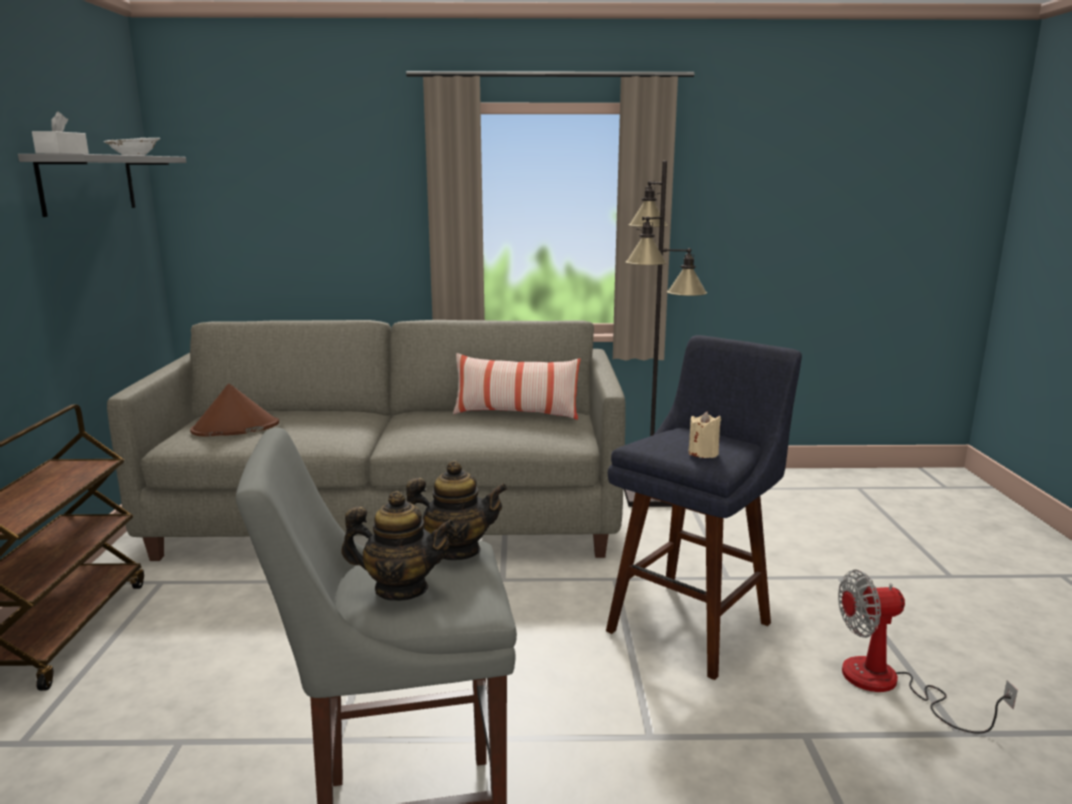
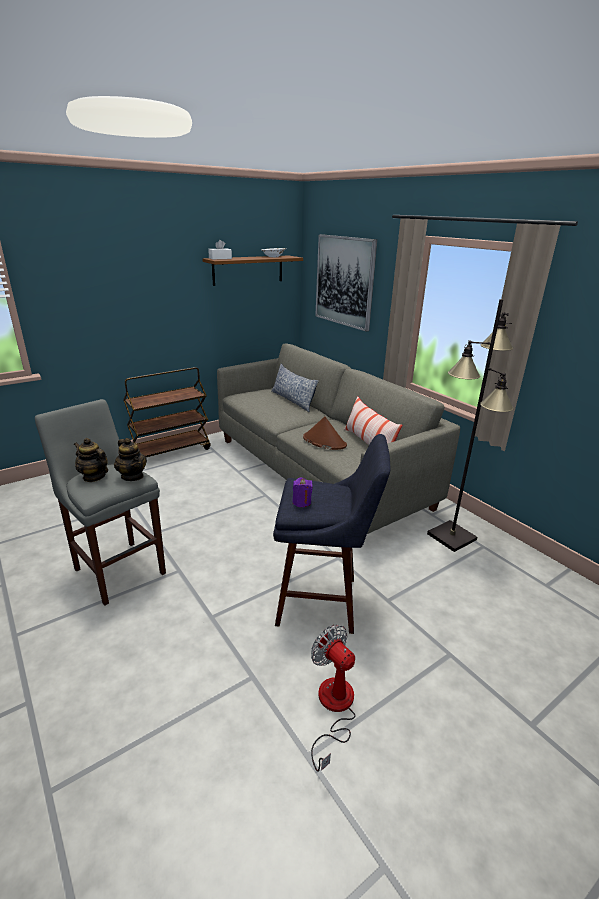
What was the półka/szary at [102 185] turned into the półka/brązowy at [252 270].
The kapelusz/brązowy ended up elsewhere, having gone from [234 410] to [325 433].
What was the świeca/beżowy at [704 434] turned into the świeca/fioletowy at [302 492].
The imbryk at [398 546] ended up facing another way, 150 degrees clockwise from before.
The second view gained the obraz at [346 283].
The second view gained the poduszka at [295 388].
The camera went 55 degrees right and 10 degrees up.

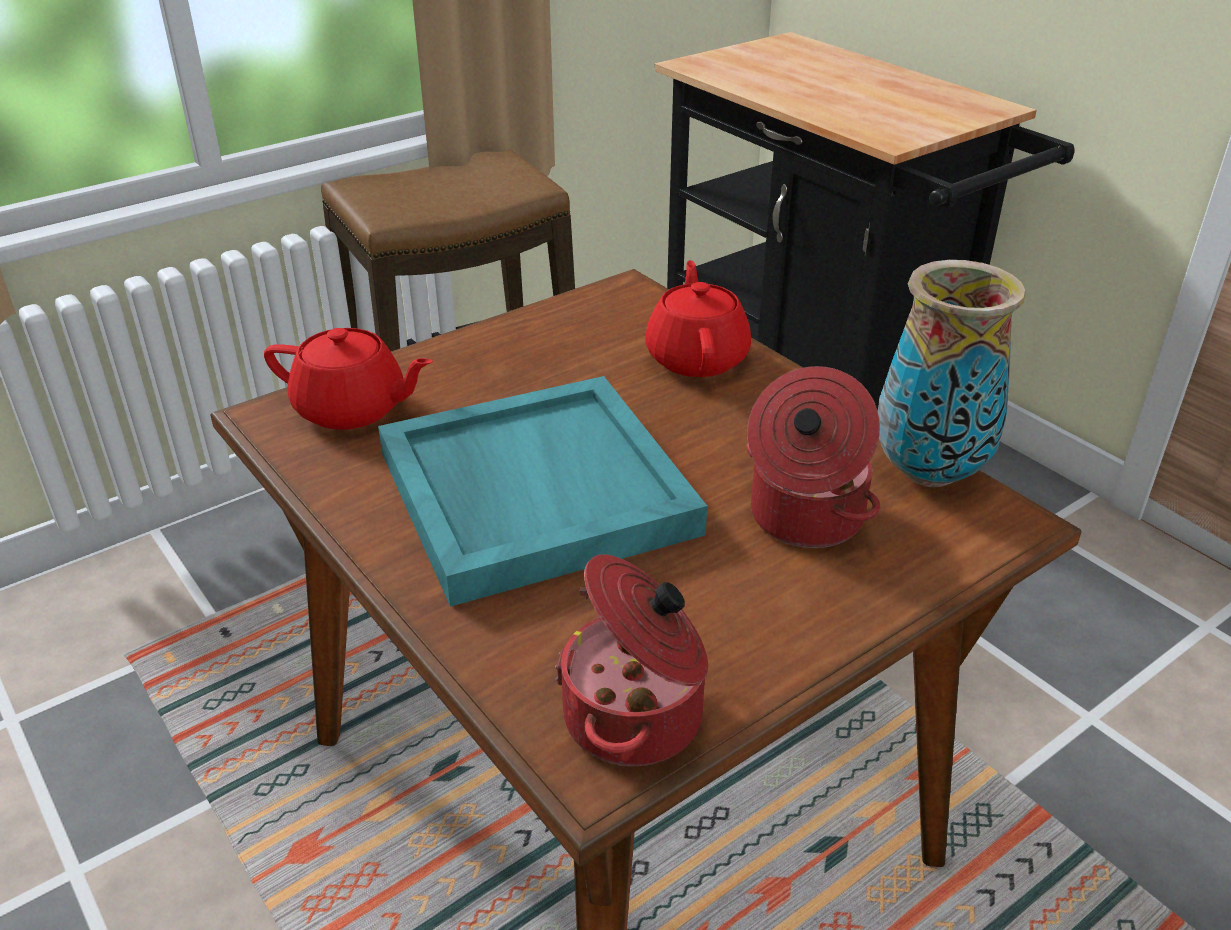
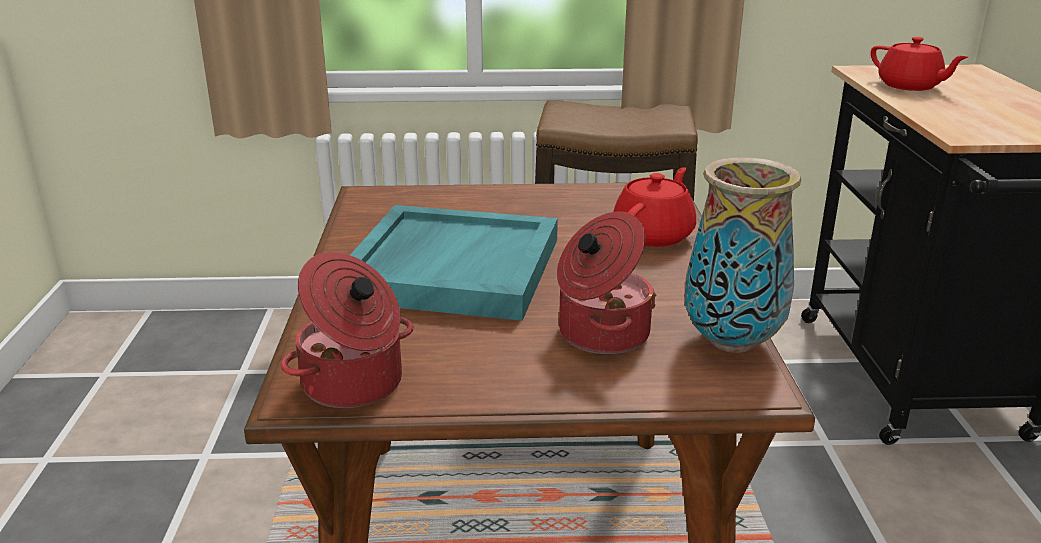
The imbryk/czerwony ended up elsewhere, having gone from [348 379] to [919 64].
The camera went 35 degrees right and 10 degrees down.

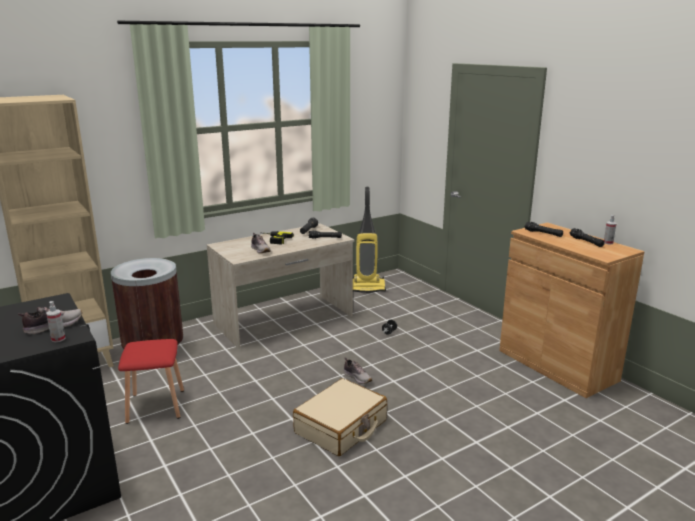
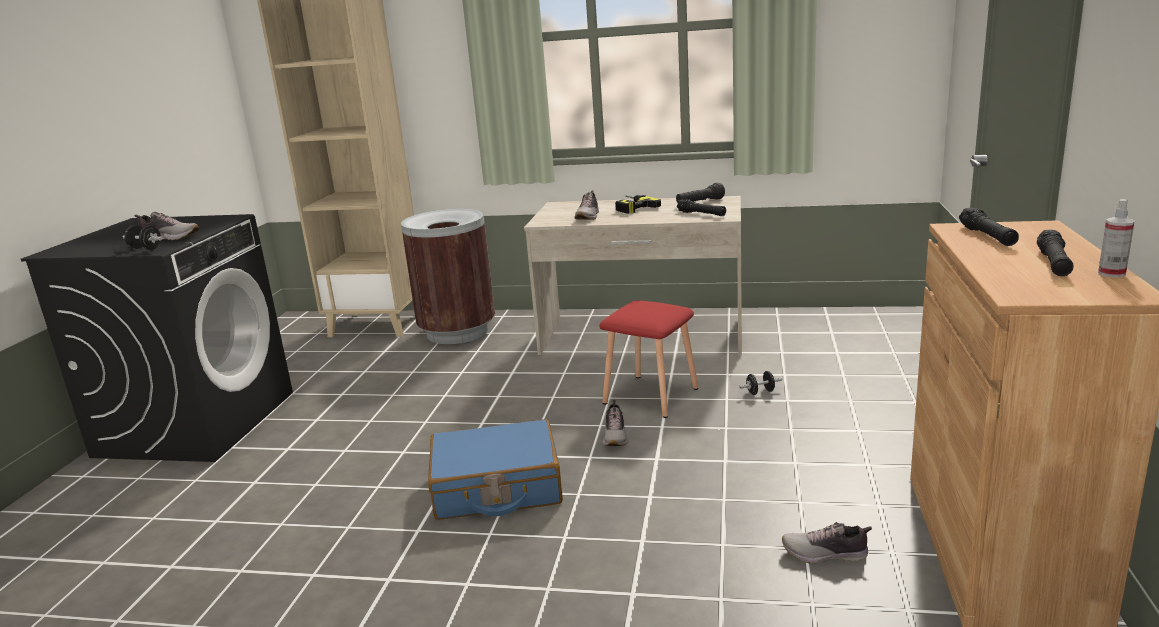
The second view lost the odkurzacz at [369 240].
Where the spryskiwacz stood at [55 321], the hantel/czarny came to stand at [143 237].
The stołek/czerwony ended up elsewhere, having gone from [151 381] to [648 359].
What was the walizka/beżowy at [340 417] turned into the walizka/niebieski at [495 469].
The second view gained the but at [827 542].
The camera went 45 degrees right and 0 degrees up.

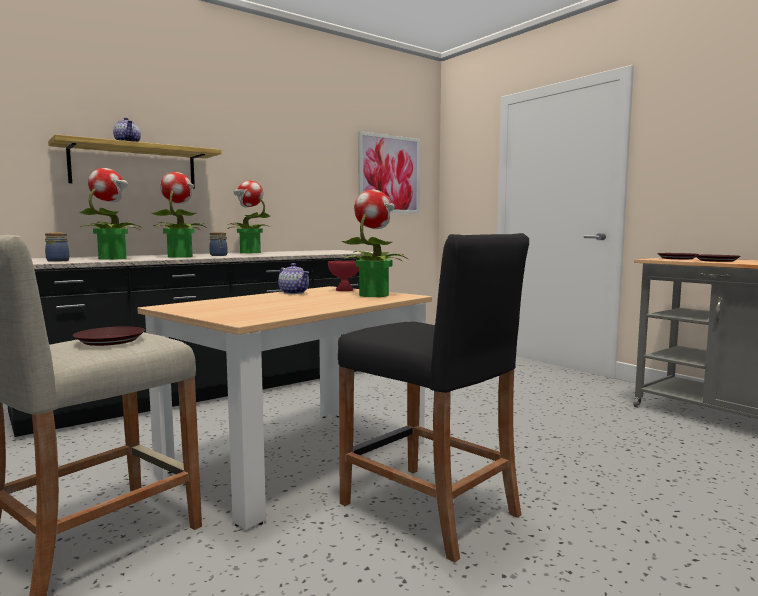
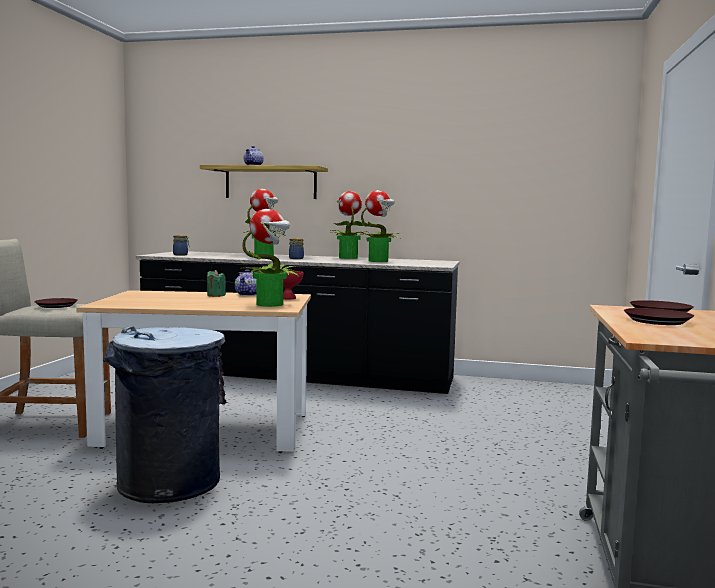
The second view lost the obraz at [389 172].
The roślina doniczkowa ended up elsewhere, having gone from [111 214] to [380 226].
Where the stołek/czarny stood at [433 397], the kosz na śmieci/szary came to stand at [164 414].
The second view gained the świeca/zielony at [216 283].
The camera went 50 degrees right and 0 degrees up.

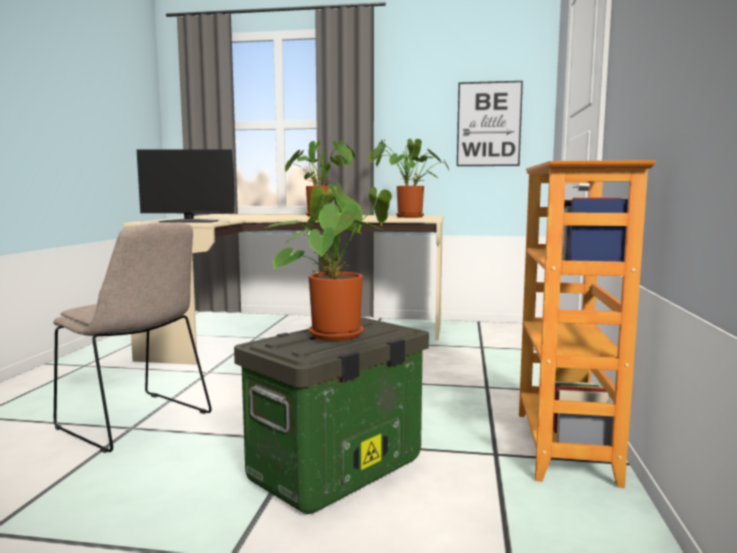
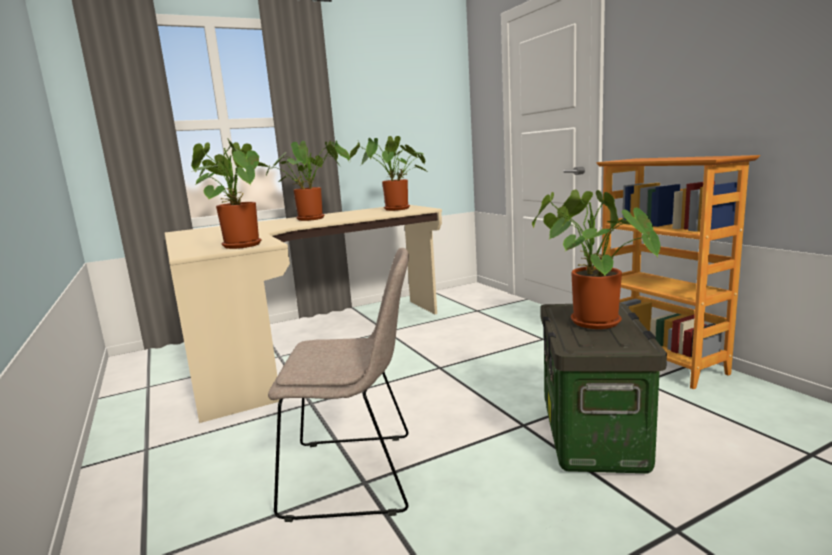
The second view lost the obraz at [490 123].
Where the monitor stood at [185 185], the roślina doniczkowa came to stand at [230 194].
The camera went 35 degrees left and 5 degrees up.

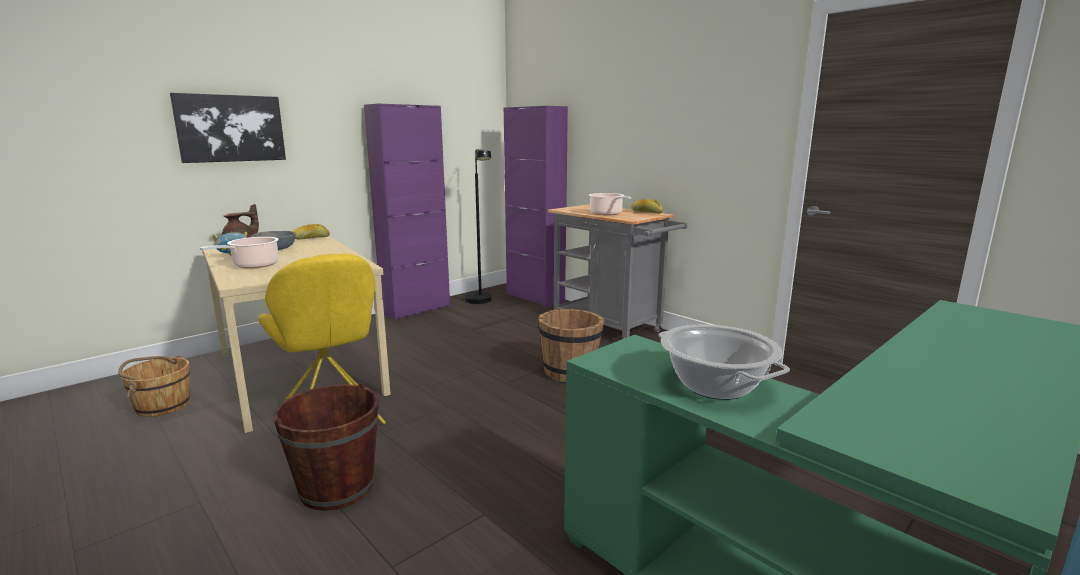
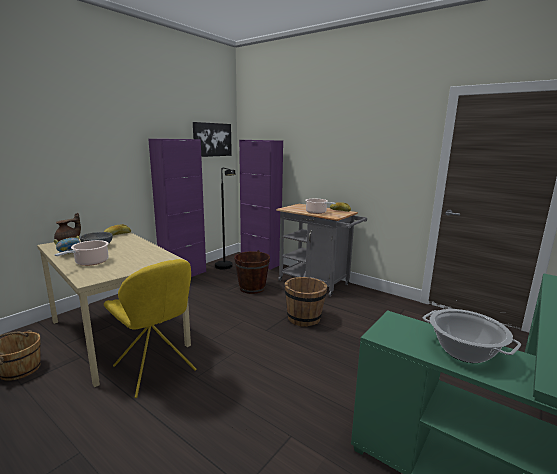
The obraz ended up elsewhere, having gone from [228 128] to [212 139].
The wiadro/brązowy ended up elsewhere, having gone from [326 447] to [252 272].
The camera went 10 degrees left and 0 degrees up.

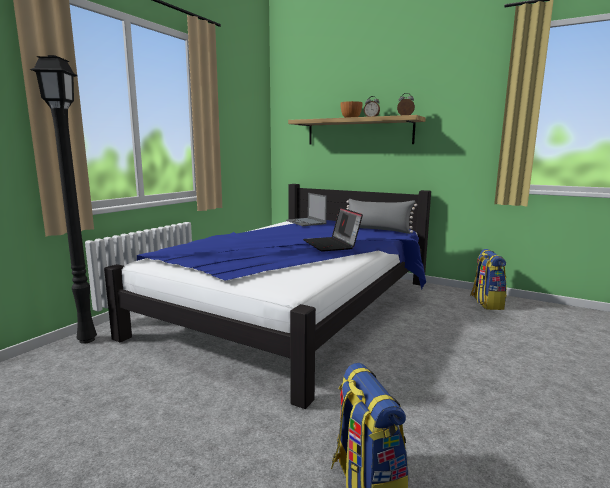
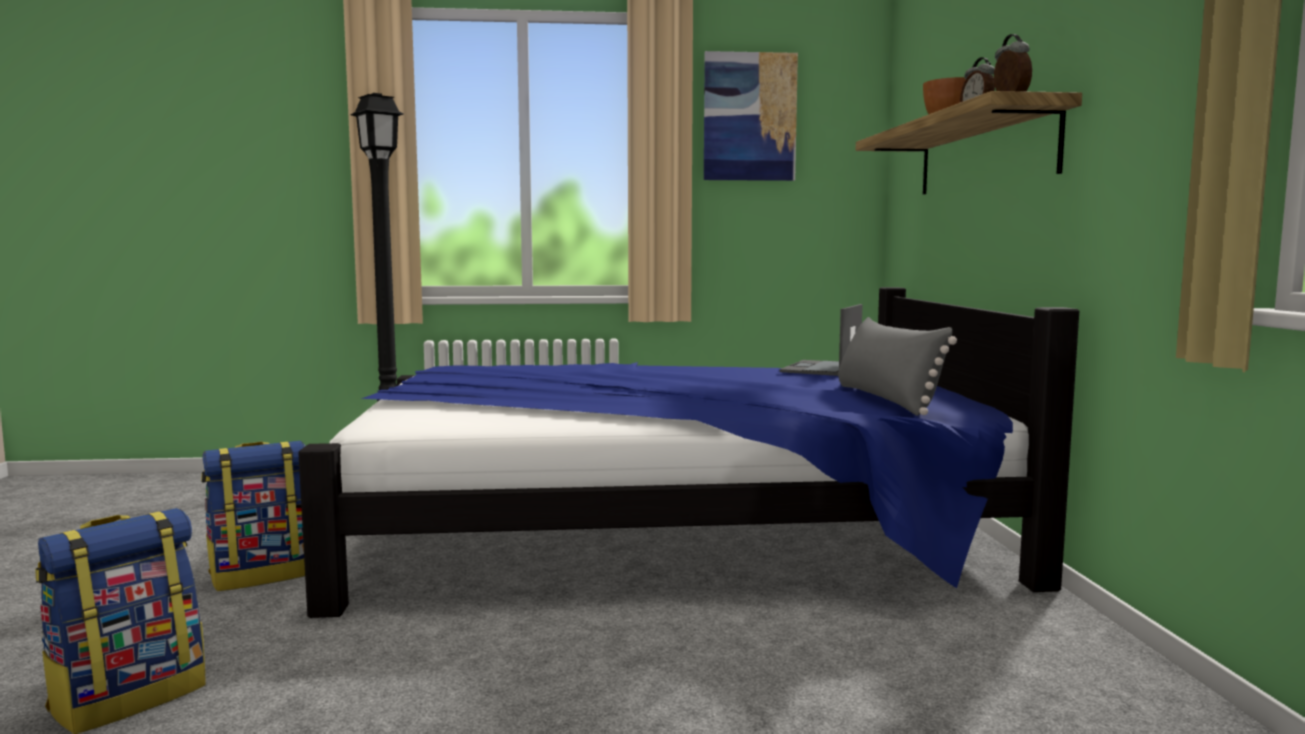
The second view lost the laptop at [333 229].
The plecak ended up elsewhere, having gone from [488 279] to [253 516].
The second view gained the obraz at [751 116].
The camera went 55 degrees right and 5 degrees down.

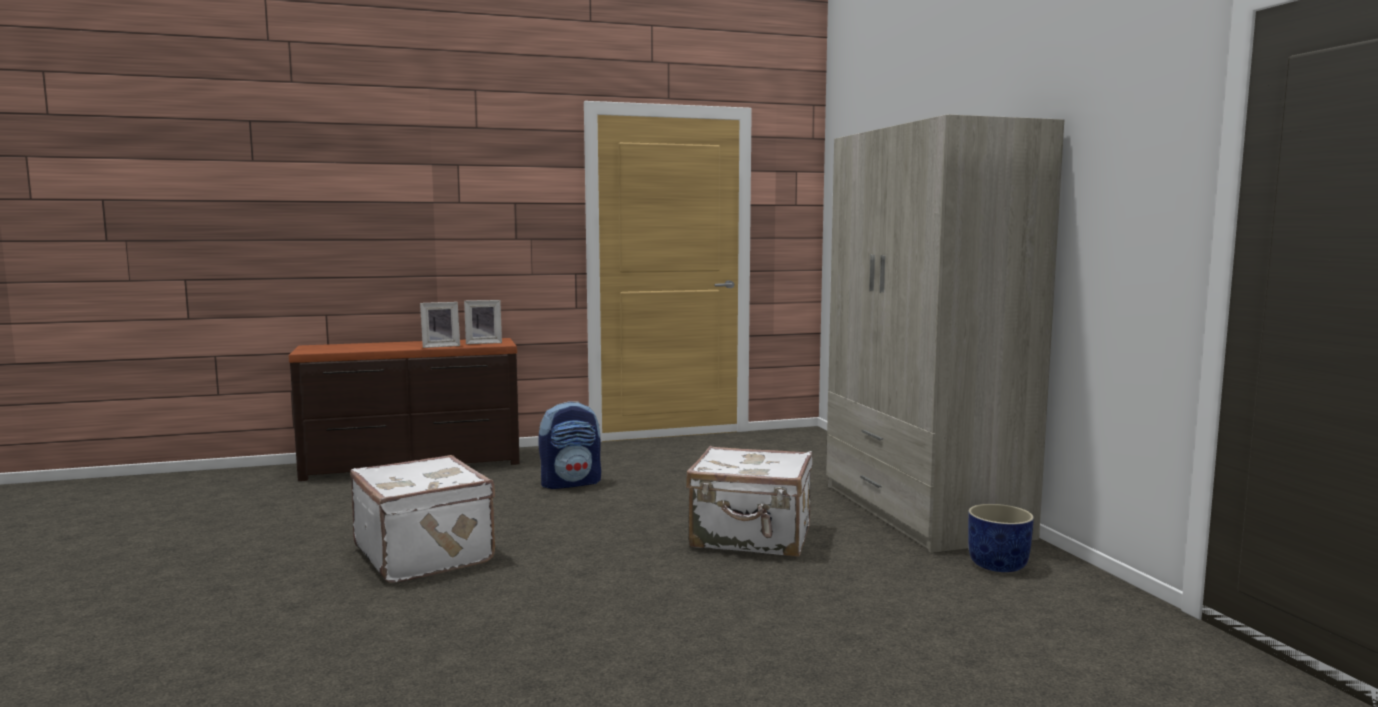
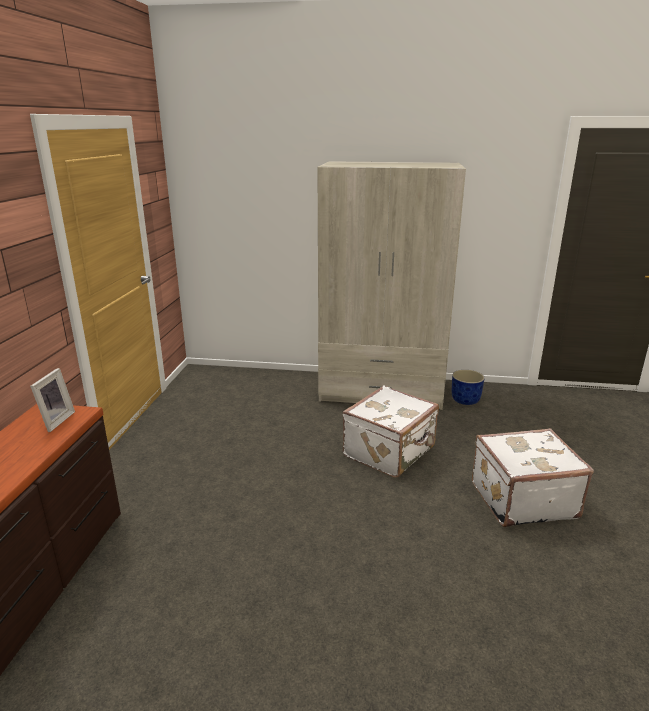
The second view lost the ramka na zdjęcie at [440 325].
The second view lost the plecak at [569 445].
The walizka/biały ended up elsewhere, having gone from [422 519] to [533 477].
The camera went 65 degrees left and 15 degrees up.

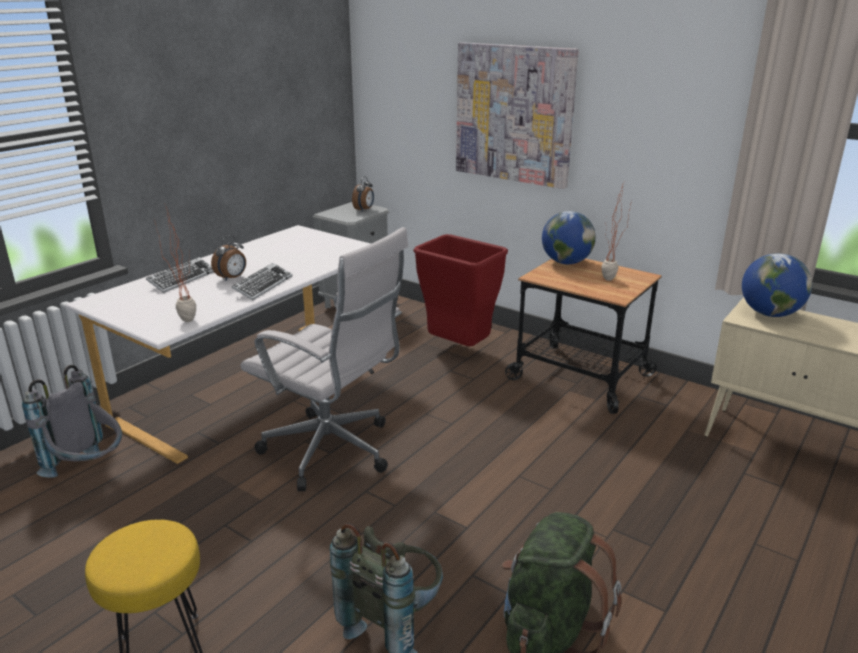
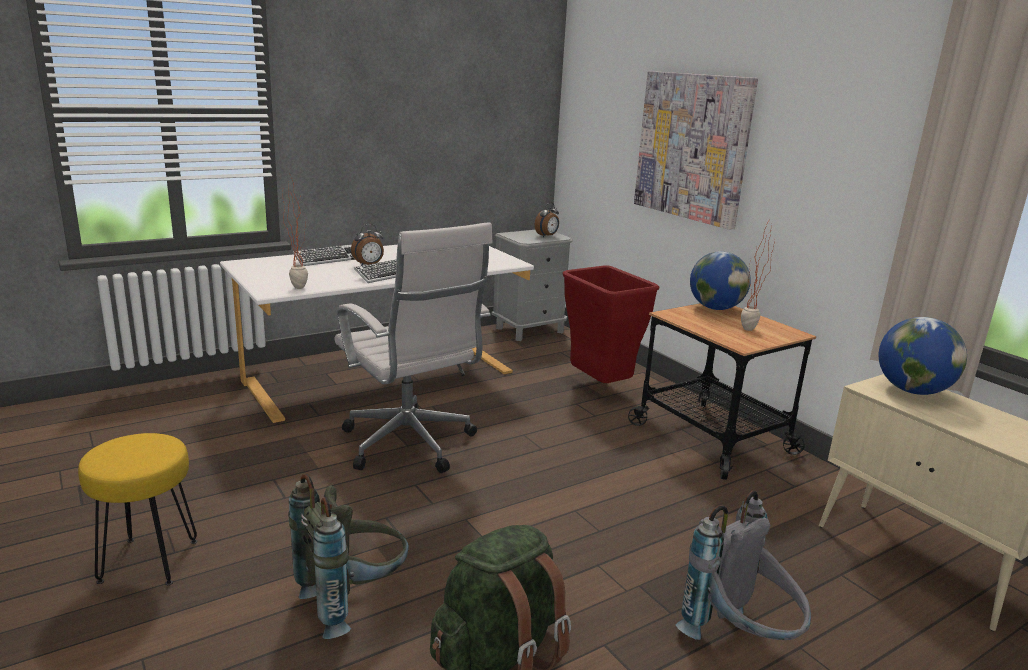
The plecak/szary ended up elsewhere, having gone from [72 421] to [743 565].
The camera went 20 degrees right and 5 degrees down.

